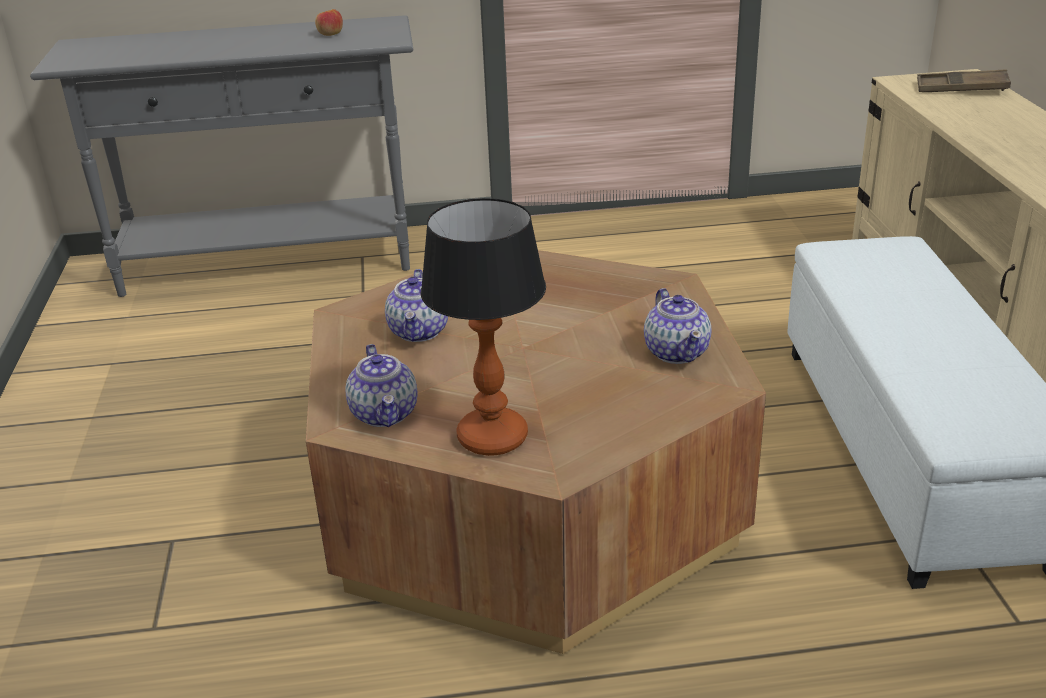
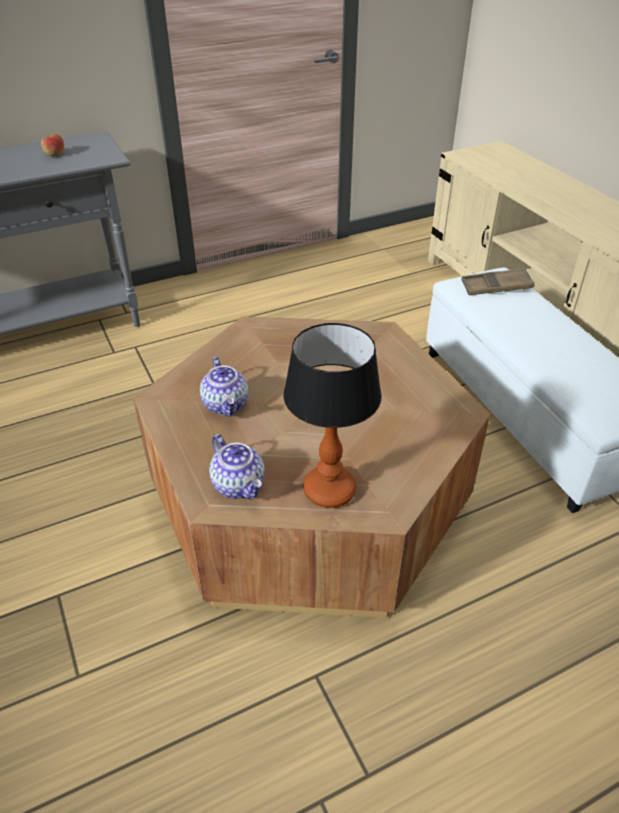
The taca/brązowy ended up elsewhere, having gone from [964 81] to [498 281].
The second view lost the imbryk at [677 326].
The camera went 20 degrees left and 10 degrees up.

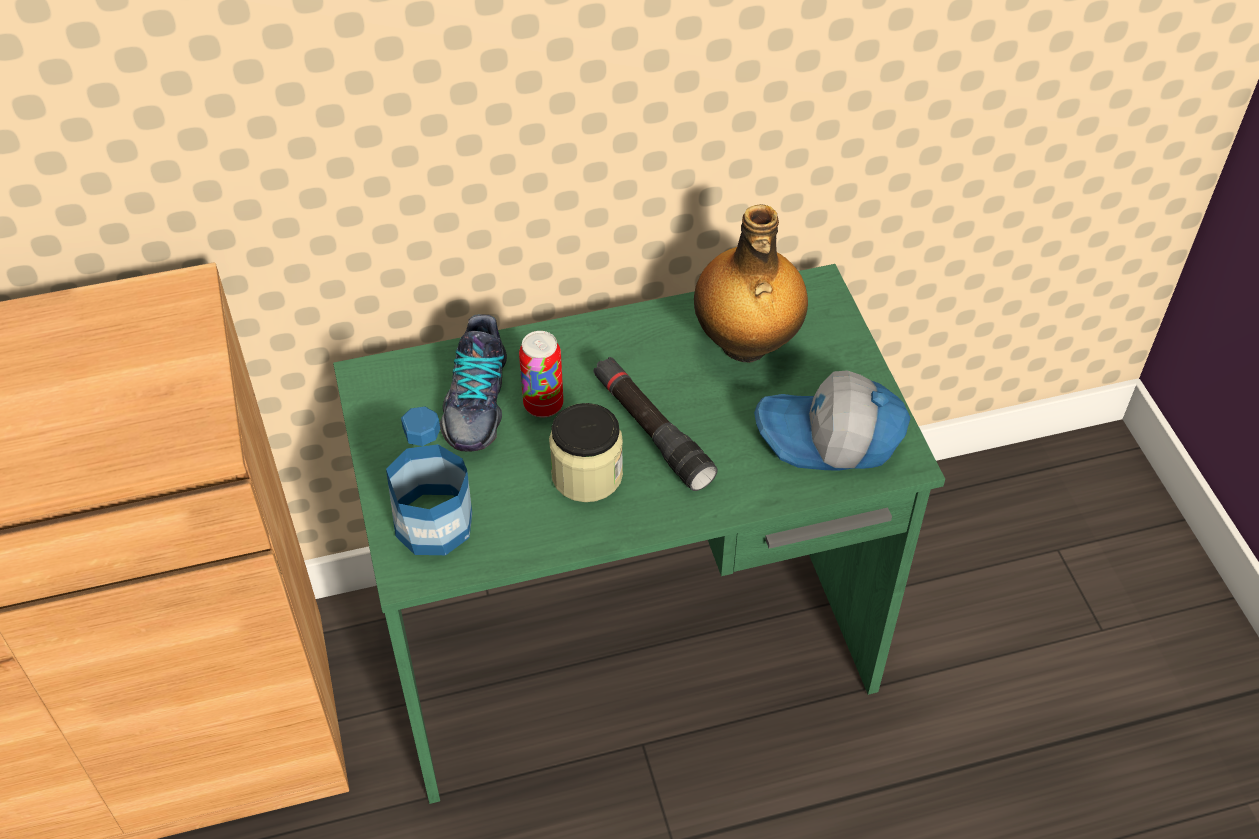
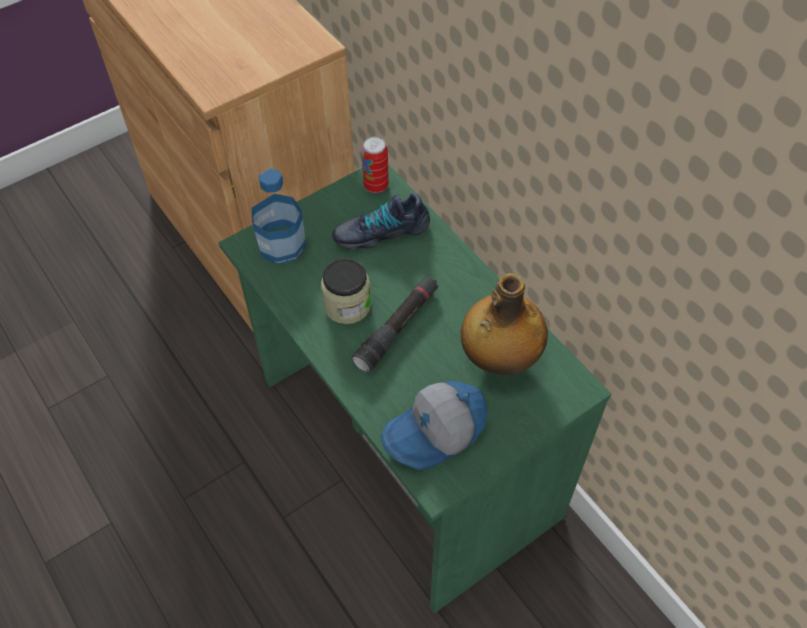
The puszka ended up elsewhere, having gone from [541 374] to [375 165].
The czapka z daszkiem at [832 420] ended up facing another way, 105 degrees counterclockwise from before.
The camera went 70 degrees right and 5 degrees up.

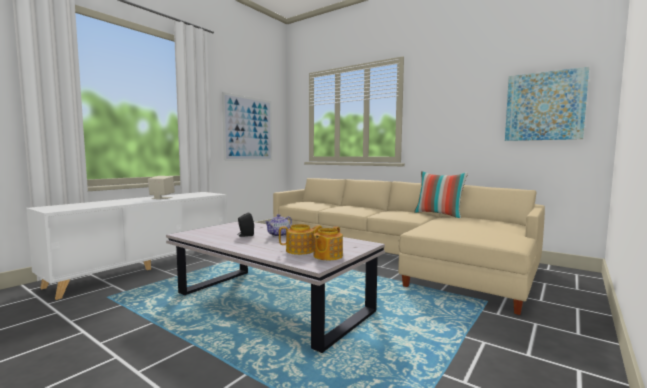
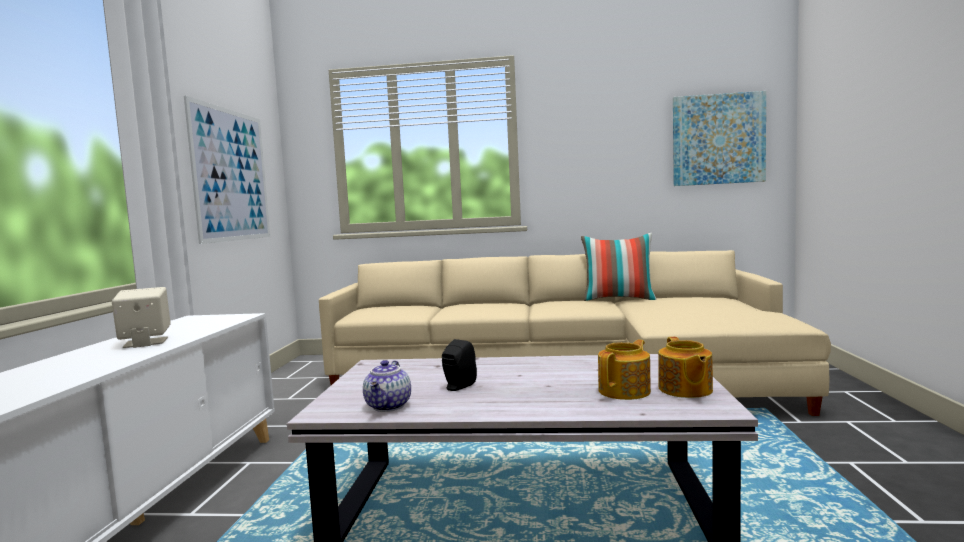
The imbryk ended up elsewhere, having gone from [278 225] to [387 386].
The camera went 30 degrees left and 0 degrees up.

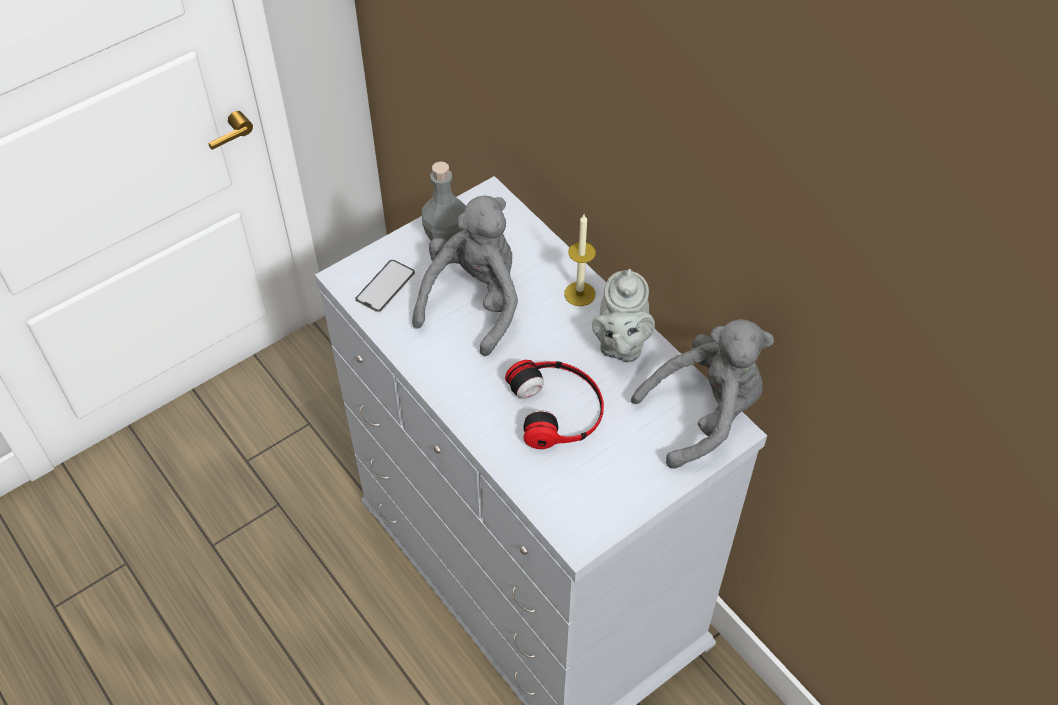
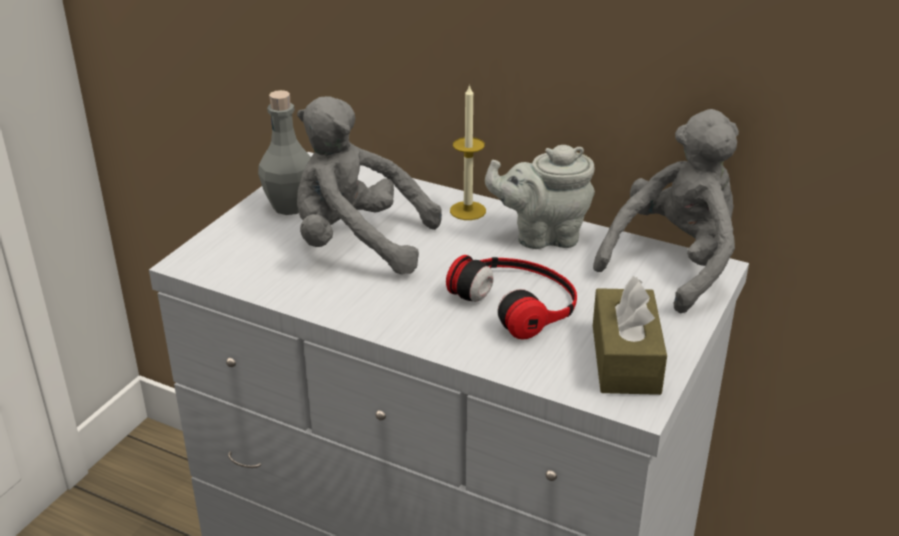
The pluszak/szary at [465 276] ended up facing another way, 75 degrees counterclockwise from before.
The second view lost the telefon at [385 286].
The imbryk/szary at [623 316] ended up facing another way, 105 degrees clockwise from before.
The second view gained the pudełko chusteczek/brązowy at [630 335].
The camera went 25 degrees left and 20 degrees down.

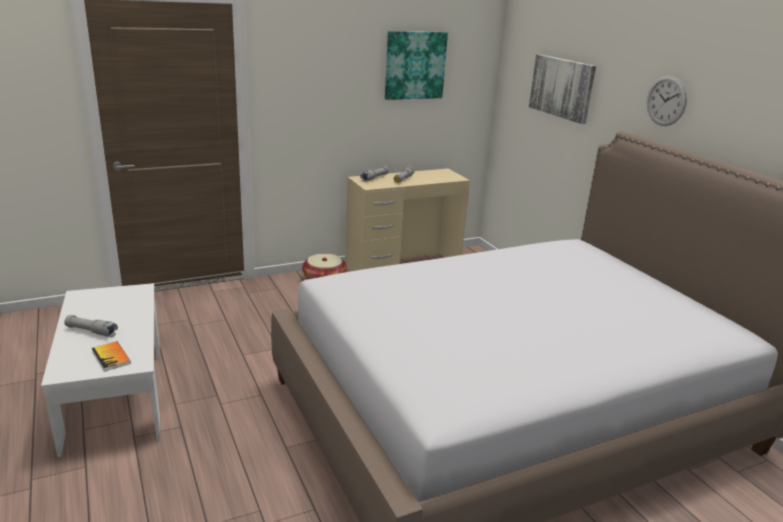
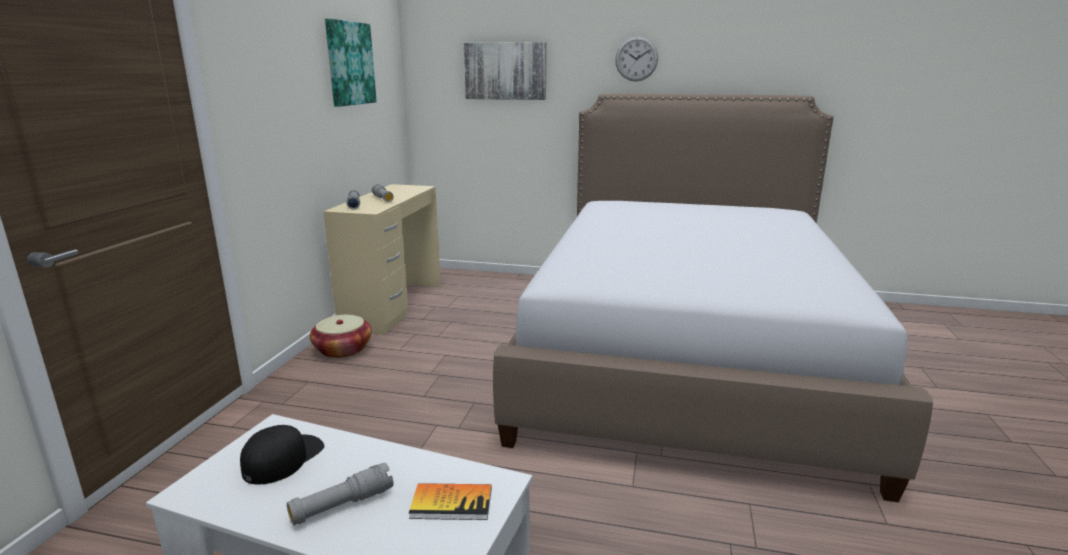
The second view gained the czapka z daszkiem/czarny at [282 455].
The camera went 50 degrees left and 5 degrees down.

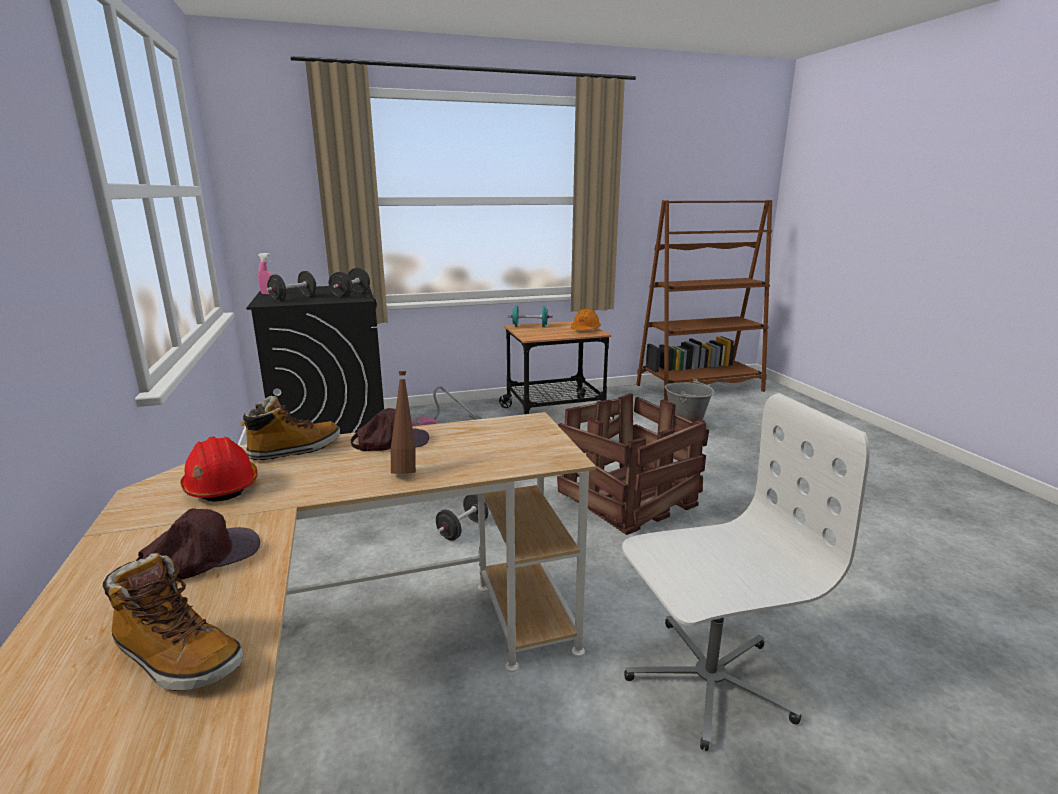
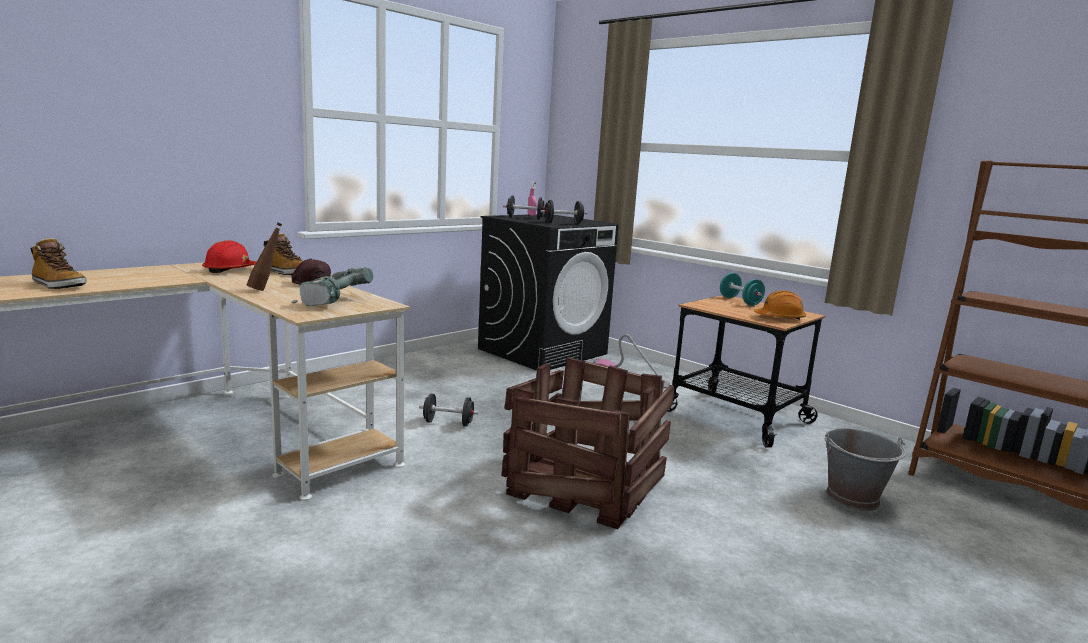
The second view lost the krzesło biurowe/biały at [746 572].
The second view lost the czapka z daszkiem/brązowy at [198 544].
The but z cholewką at [173 622] ended up facing another way, 60 degrees counterclockwise from before.
The second view gained the wiertarka at [332 286].
The camera went 60 degrees right and 5 degrees down.

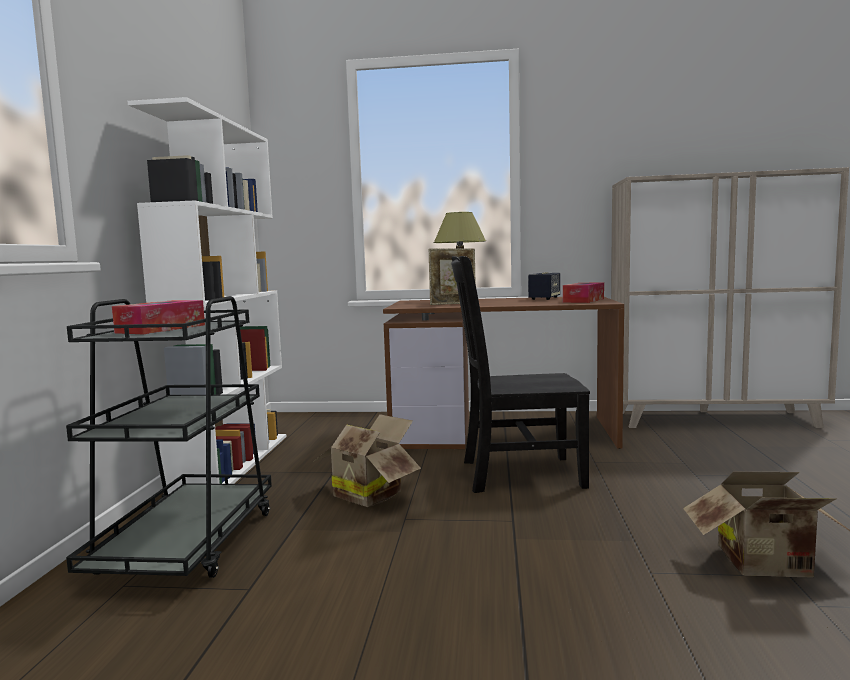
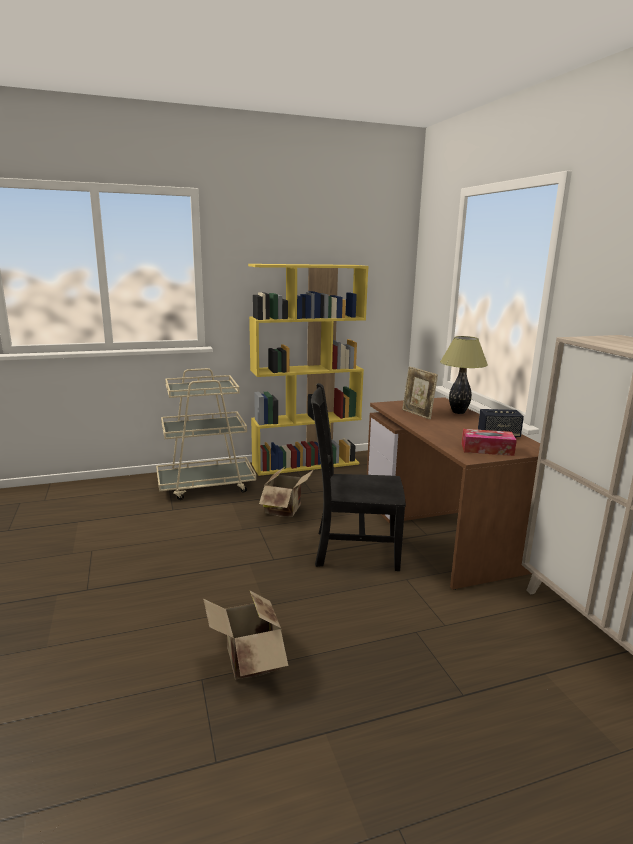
What was the regał/biały at [207 296] turned into the regał/żółty at [308 370].
The krzesło/czarny at [520 374] ended up facing another way, 60 degrees counterclockwise from before.
What was the wózek/czarny at [169 437] turned into the wózek/beżowy at [206 434].
The second view lost the pudełko chusteczek at [158 317].
The camera went 65 degrees right and 10 degrees up.

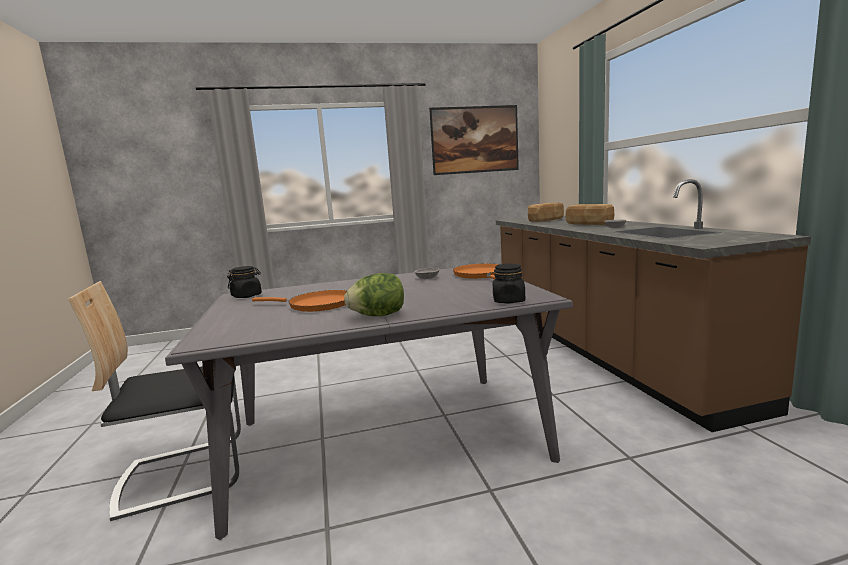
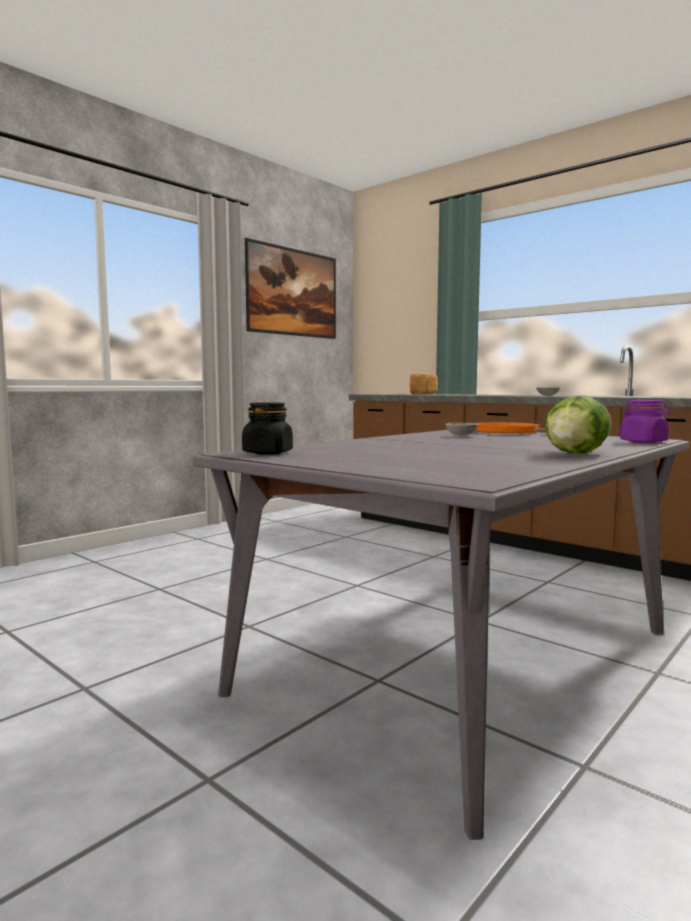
The second view lost the chleb at [590 214].
What was the słoik/czarny at [509 283] turned into the słoik/fioletowy at [645 421].
The second view lost the krzesło at [154 401].
The second view lost the patelnia/pomarańczowy at [299 301].
The camera went 35 degrees left and 5 degrees down.

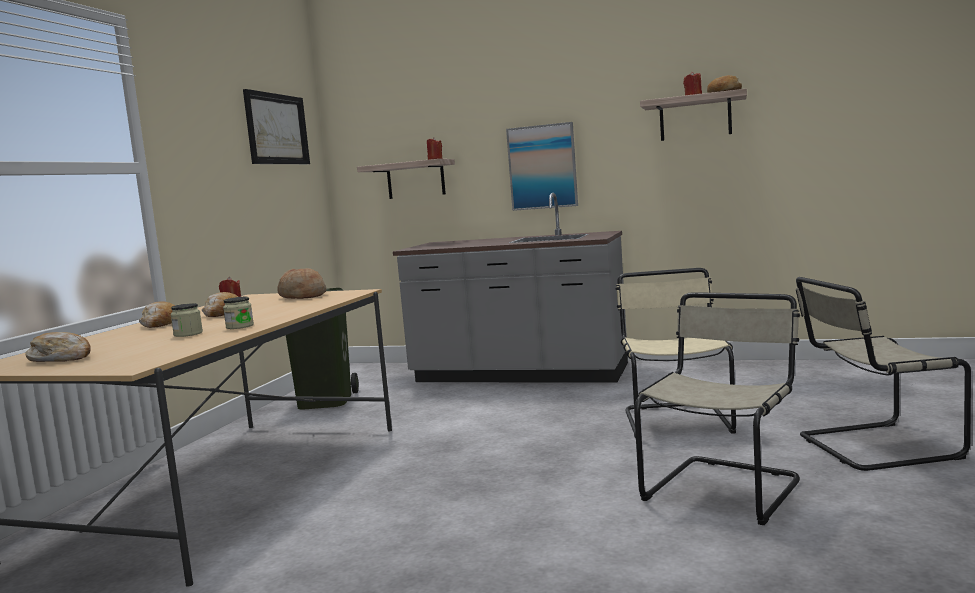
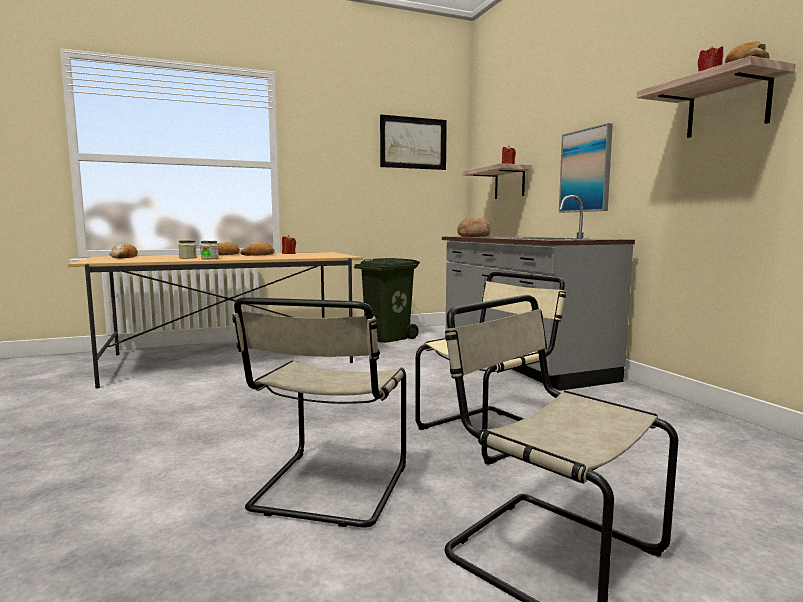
The chleb ended up elsewhere, having gone from [302 283] to [473 227].
The krzesło/beżowy at [717 408] ended up facing another way, 105 degrees clockwise from before.
The camera went 50 degrees right and 0 degrees up.

